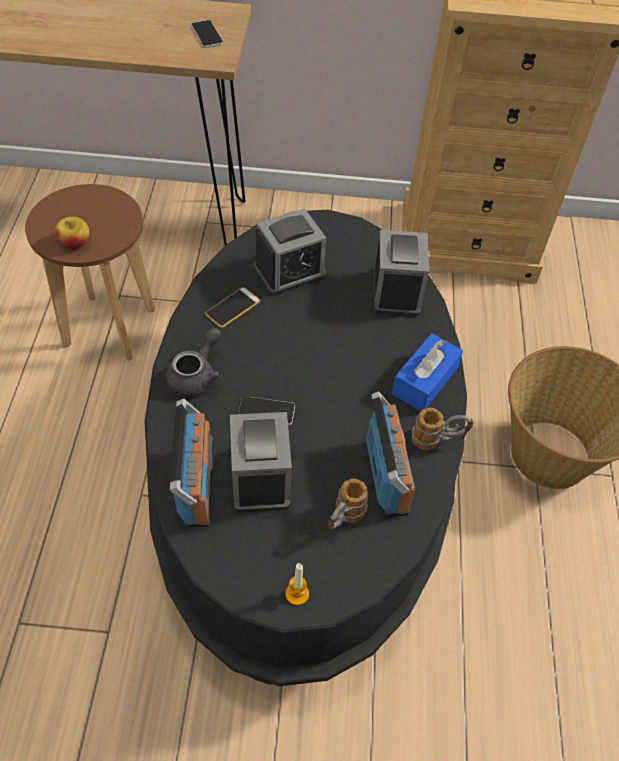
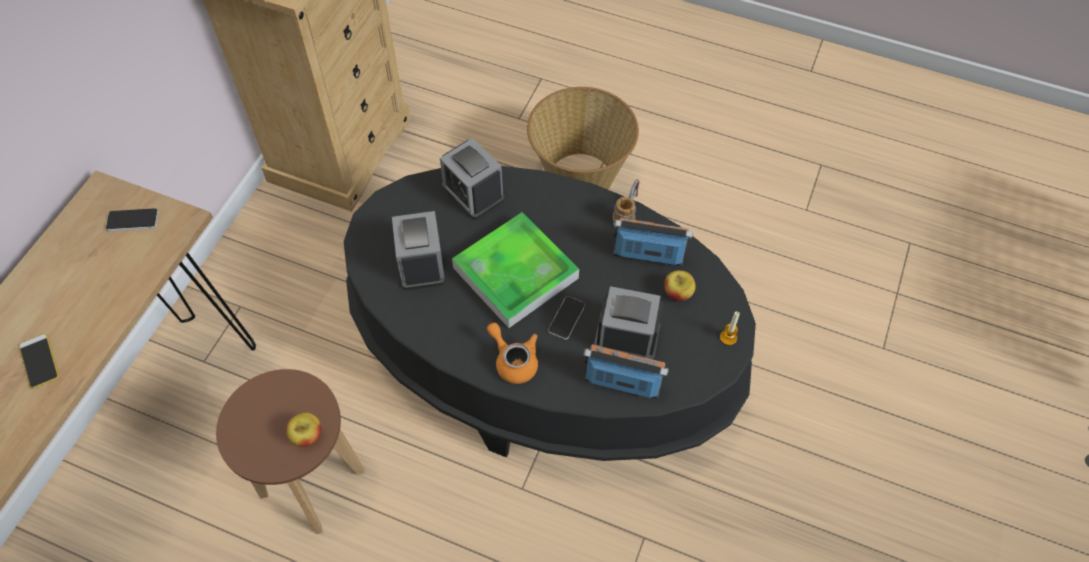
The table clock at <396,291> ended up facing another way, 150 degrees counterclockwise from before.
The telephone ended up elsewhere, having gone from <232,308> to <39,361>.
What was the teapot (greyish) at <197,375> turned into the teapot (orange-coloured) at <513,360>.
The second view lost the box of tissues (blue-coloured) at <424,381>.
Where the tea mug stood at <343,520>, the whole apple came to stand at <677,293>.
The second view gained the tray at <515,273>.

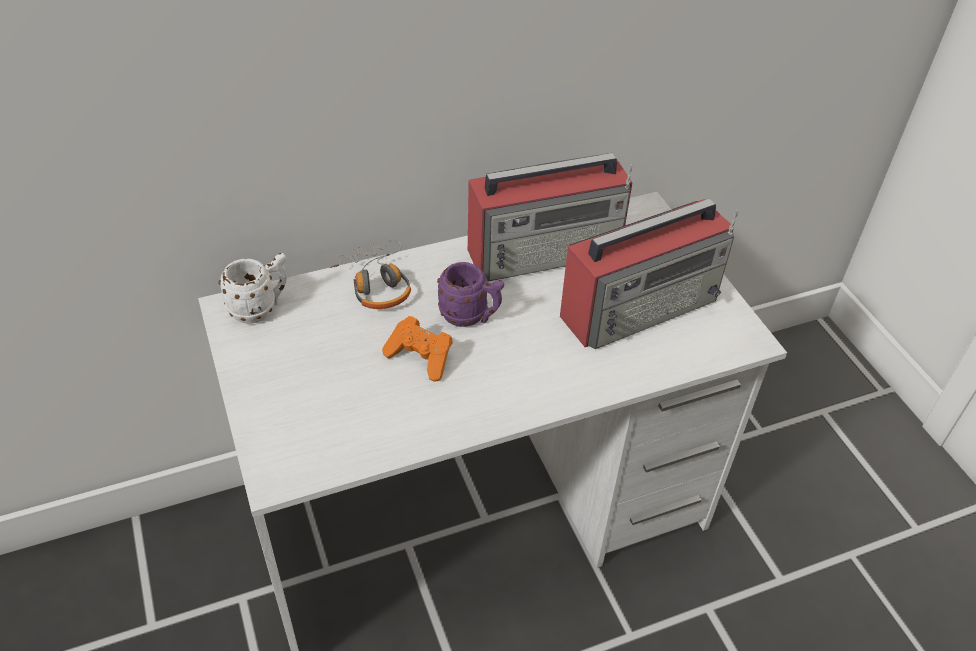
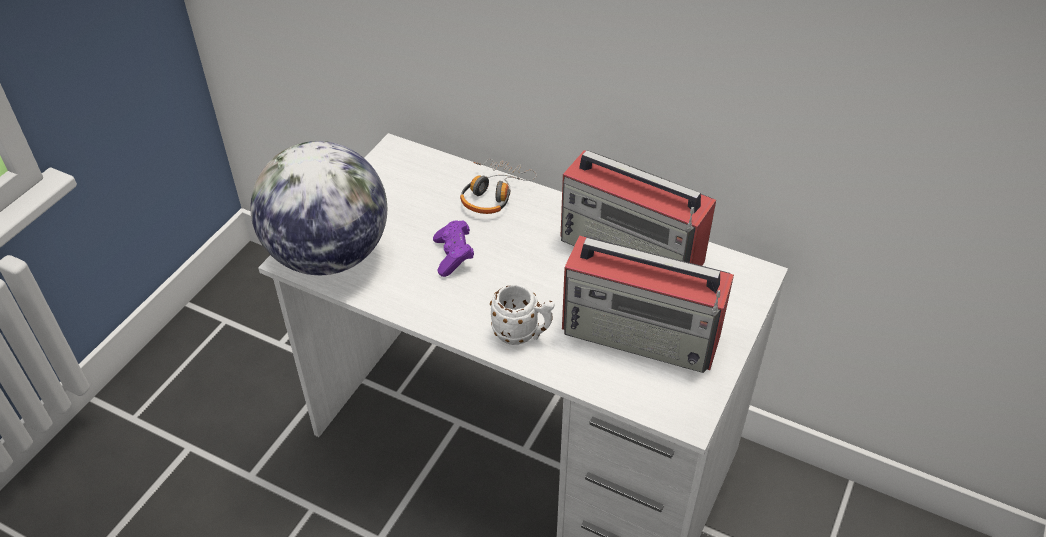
The tea mug (white-coloured) ended up elsewhere, having gone from <261,308> to <522,334>.
The second view lost the tea mug (purple) at <470,317>.
What was the game controller (orange-coloured) at <421,358> turned into the game controller (purple) at <453,256>.
The second view gained the globe at <328,255>.

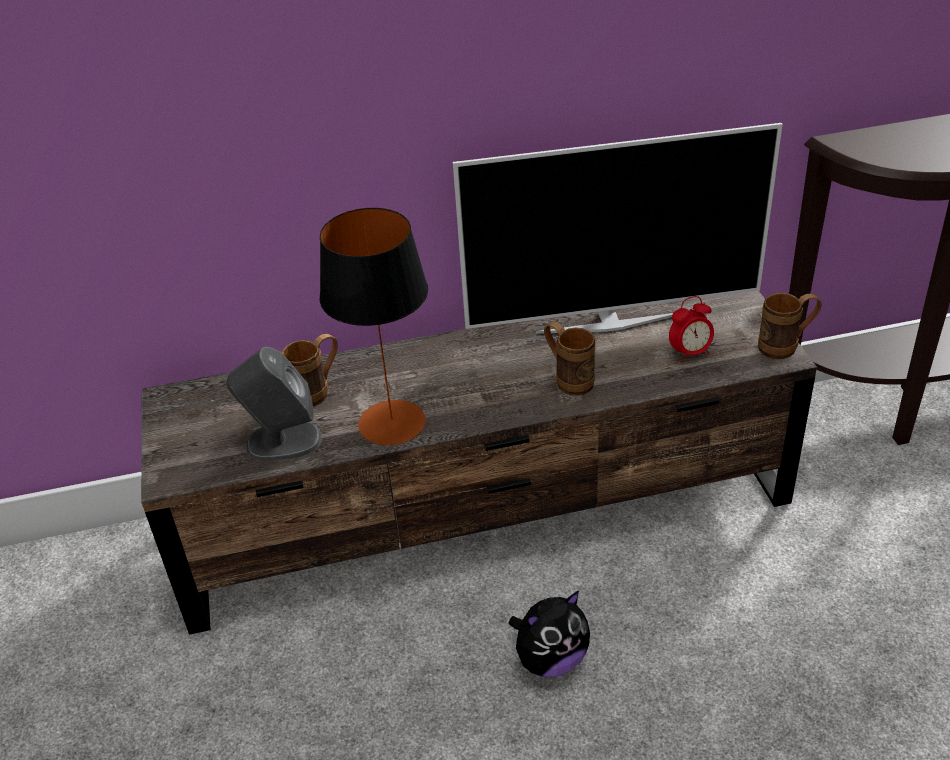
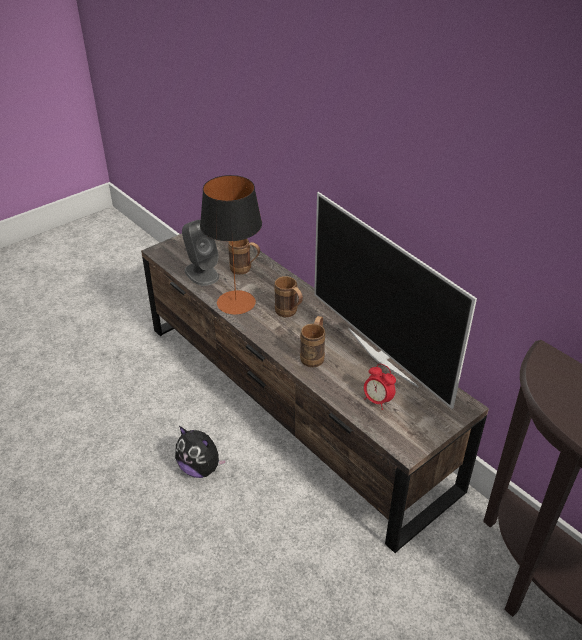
The tea mug (brown) ended up elsewhere, having gone from <786,347> to <289,313>.

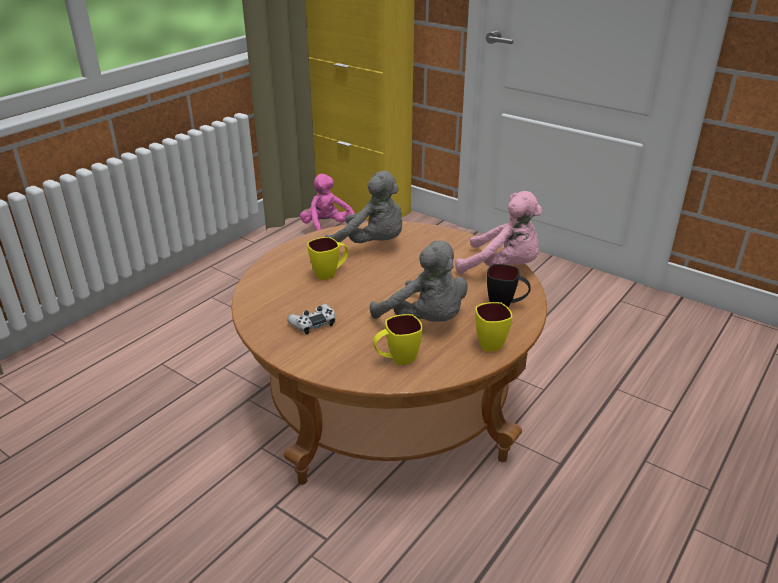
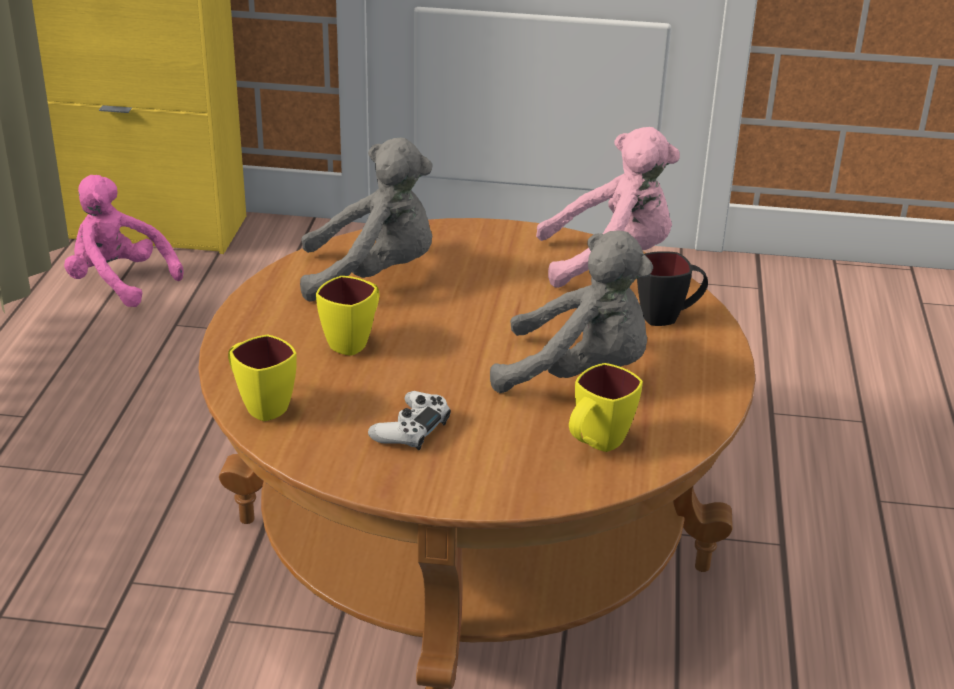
The tea mug (yellow-coloured) ended up elsewhere, having gone from <487,341> to <260,405>.

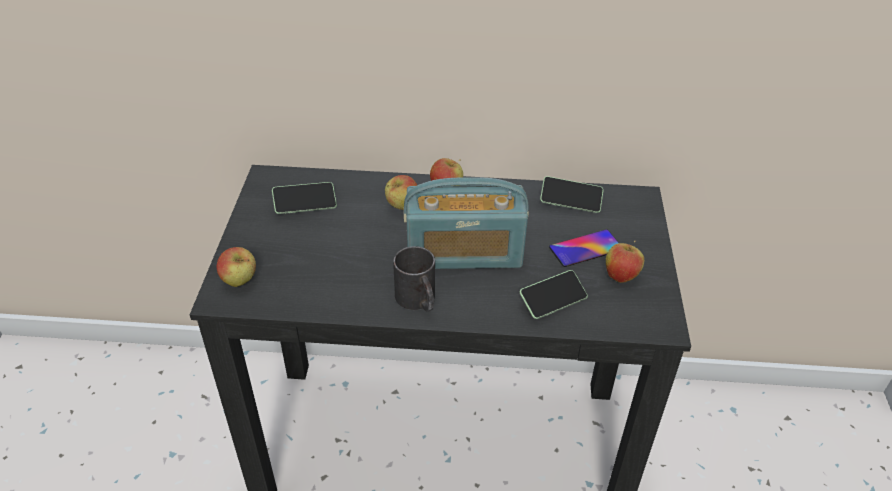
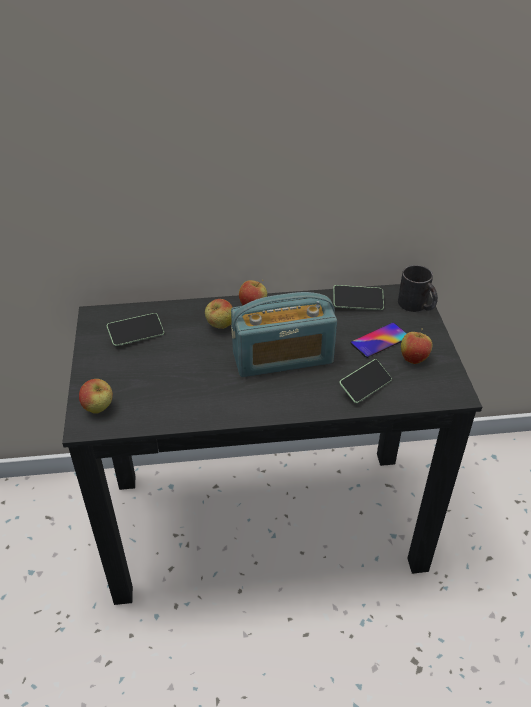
The tea mug (blackish) ended up elsewhere, having gone from <418,301> to <417,305>.

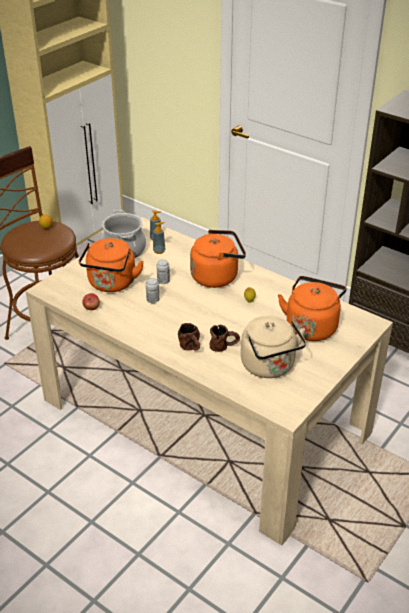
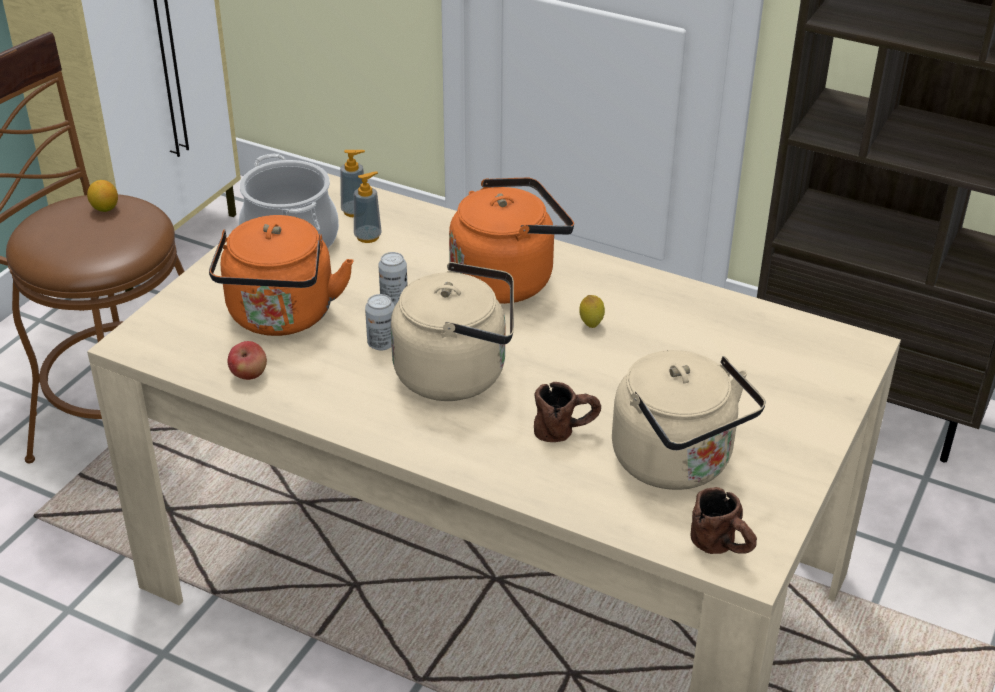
The second view lost the water kettle (orange-coloured) at <311,326>.
The tea mug (brown) ended up elsewhere, having gone from <191,348> to <723,548>.
The second view gained the water kettle (beige-coloured) at <458,373>.

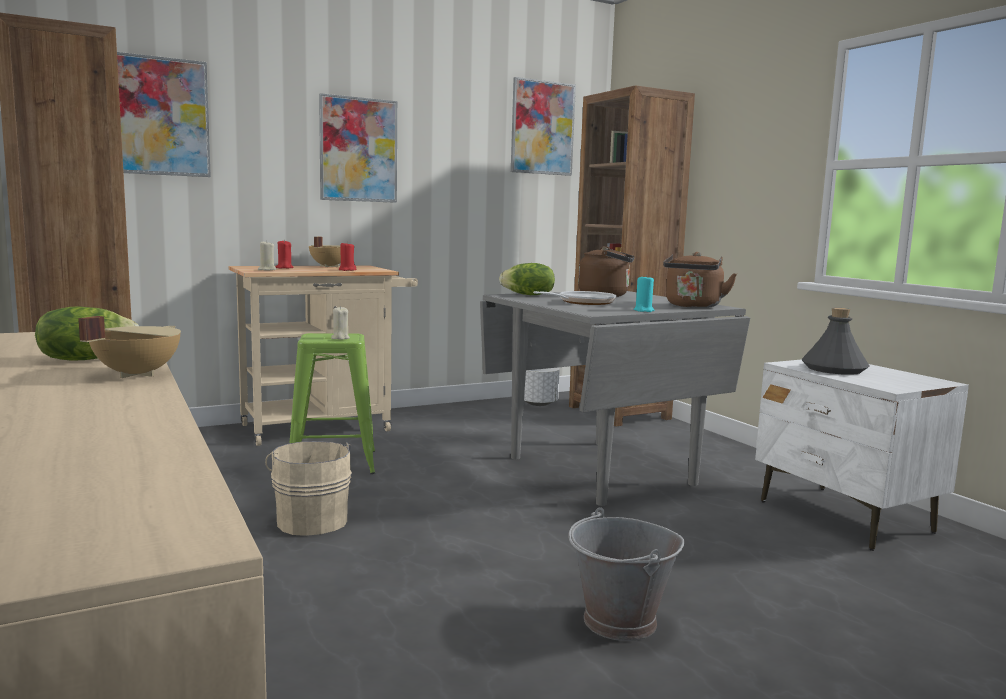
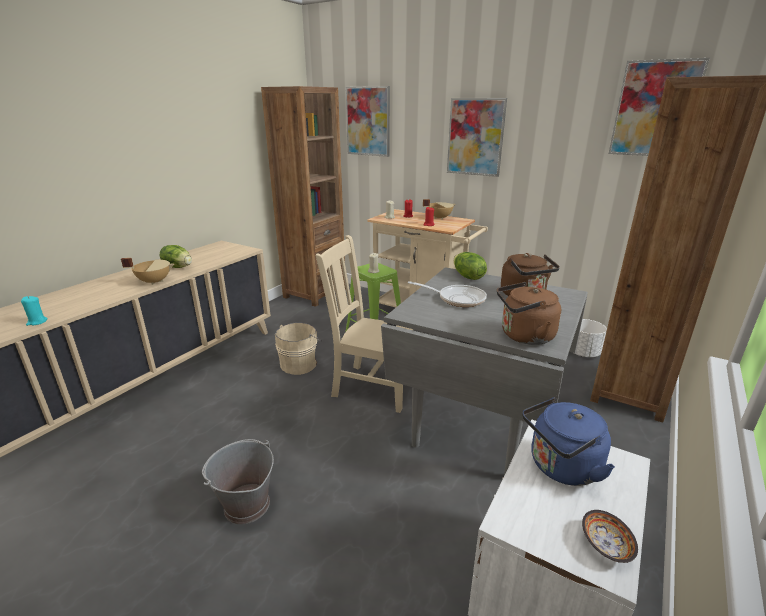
The candle (turquoise-coloured) ended up elsewhere, having gone from <644,310> to <37,322>.
Where the beverage bottle (greyish) stood at <834,369>, the water kettle (blue-coloured) came to stand at <561,468>.
The second view gained the chair (beige-coloured) at <372,386>.
The second view gained the serving bowl at <605,546>.

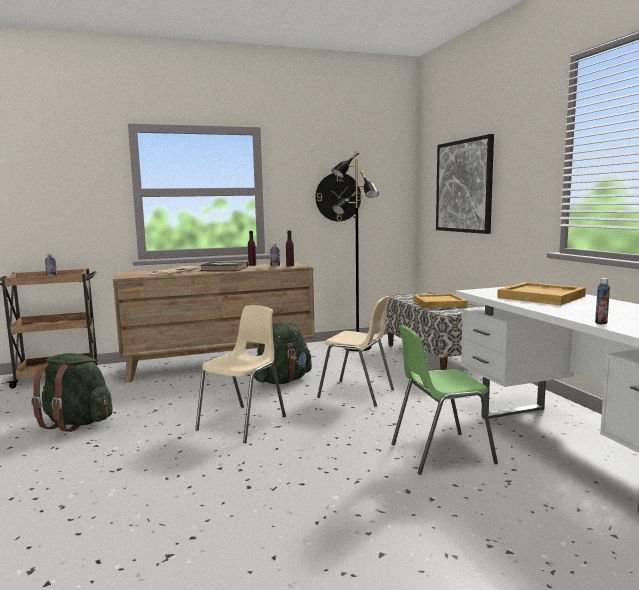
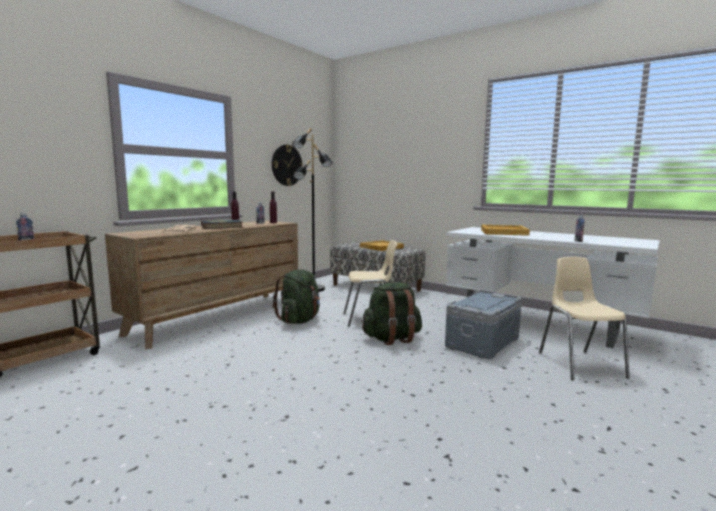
The second view lost the wall art at <464,186>.
The chair (beige-coloured) ended up elsewhere, having gone from <243,423> to <580,364>.
Where the chair (green-coloured) stood at <440,453>, the storage bin (greyish) came to stand at <481,342>.
The backpack (green-coloured) ended up elsewhere, having gone from <76,423> to <392,339>.

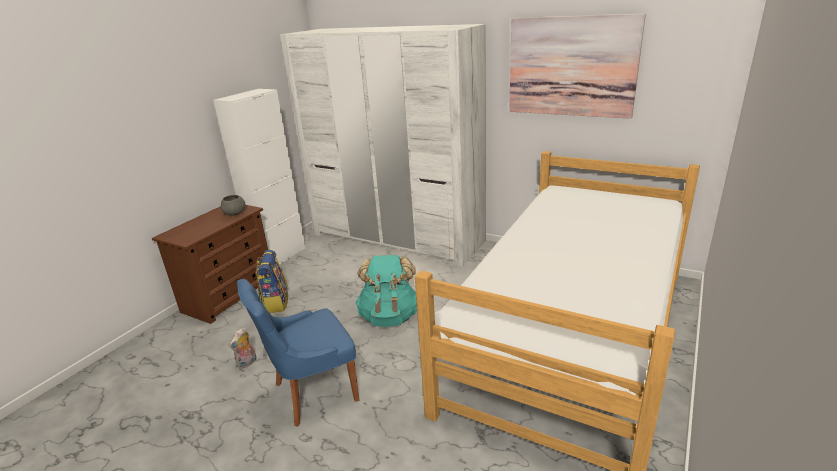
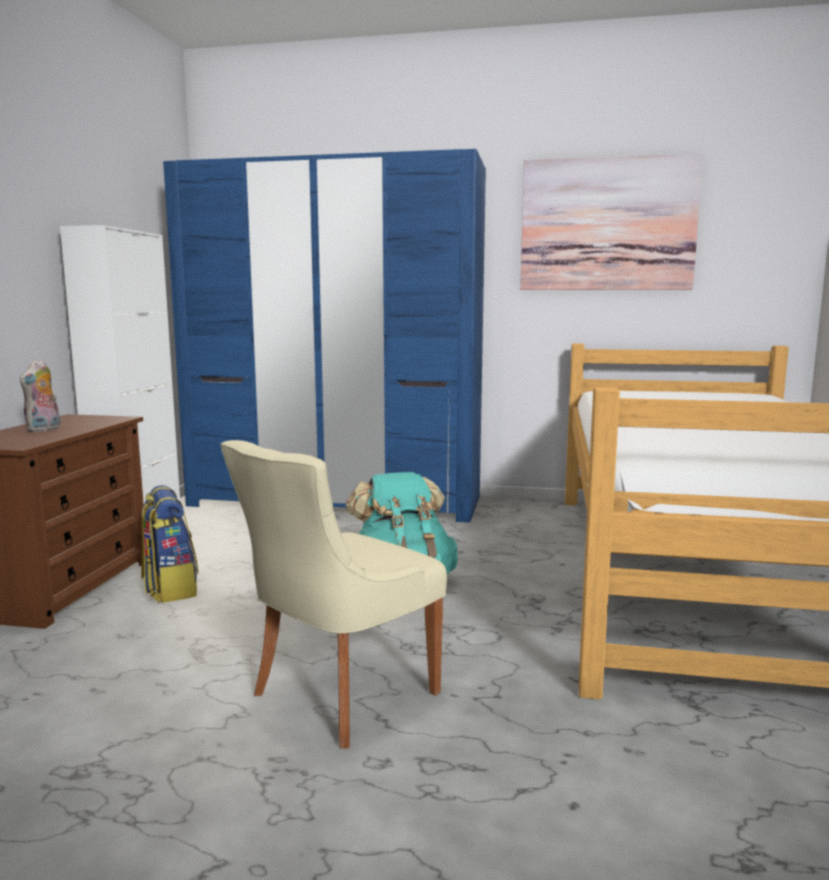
What was the wardrobe (white-coloured) at <397,237> turned into the wardrobe (blue-coloured) at <336,501>.
The second view lost the serving bowl (greyish) at <234,214>.
What was the chair (blue-coloured) at <312,392> turned into the chair (beige-coloured) at <339,695>.
The cuddly toy ended up elsewhere, having gone from <247,363> to <44,429>.

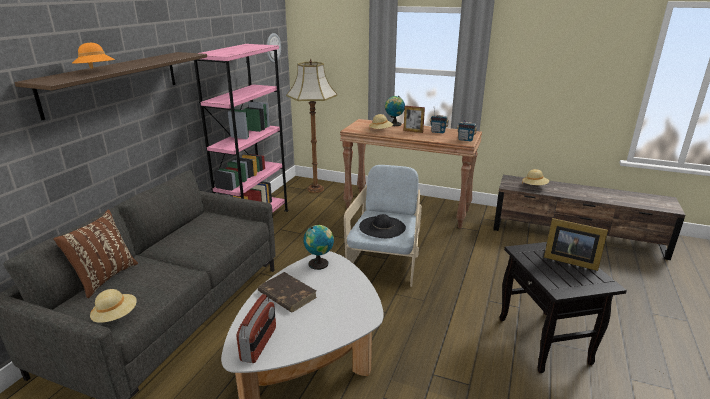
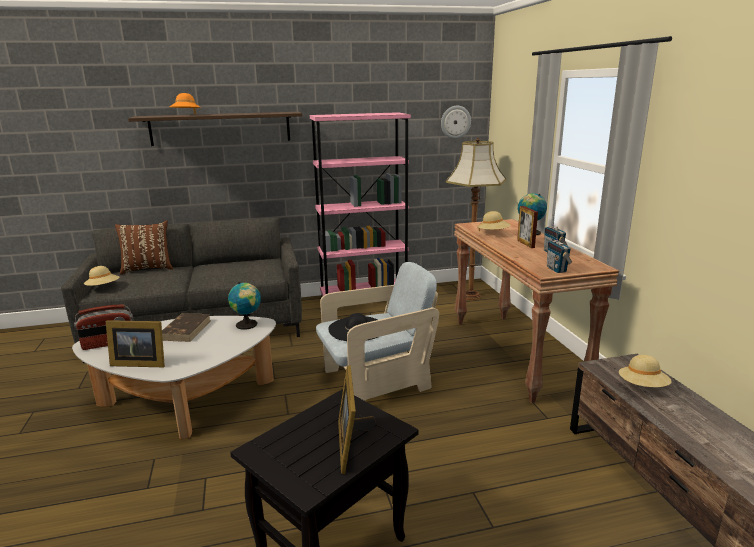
The second view gained the standing frame at <139,362>.

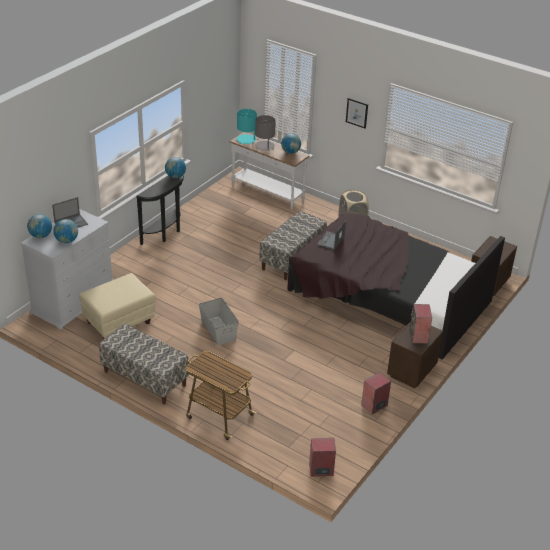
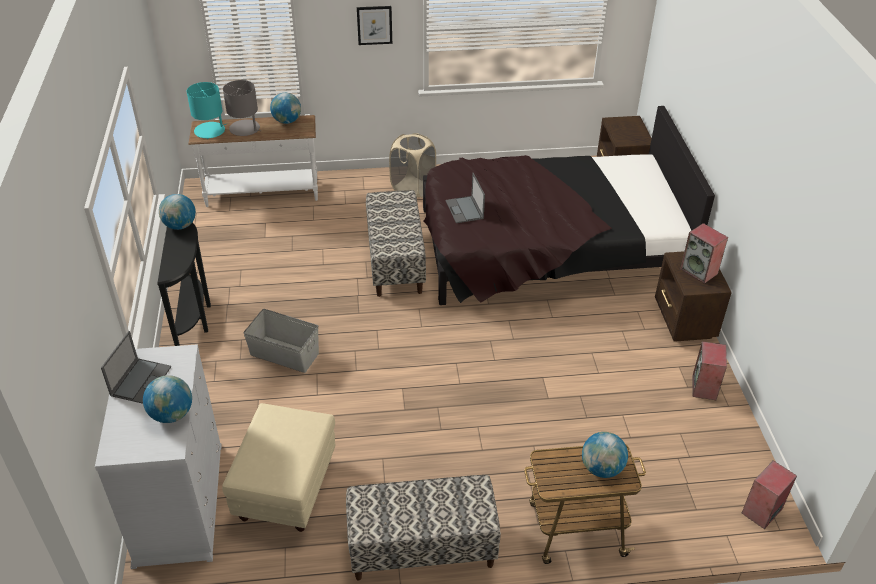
The globe ended up elsewhere, having gone from <40,236> to <601,468>.
The storage bin (greyish) ended up elsewhere, having gone from <218,330> to <284,354>.

